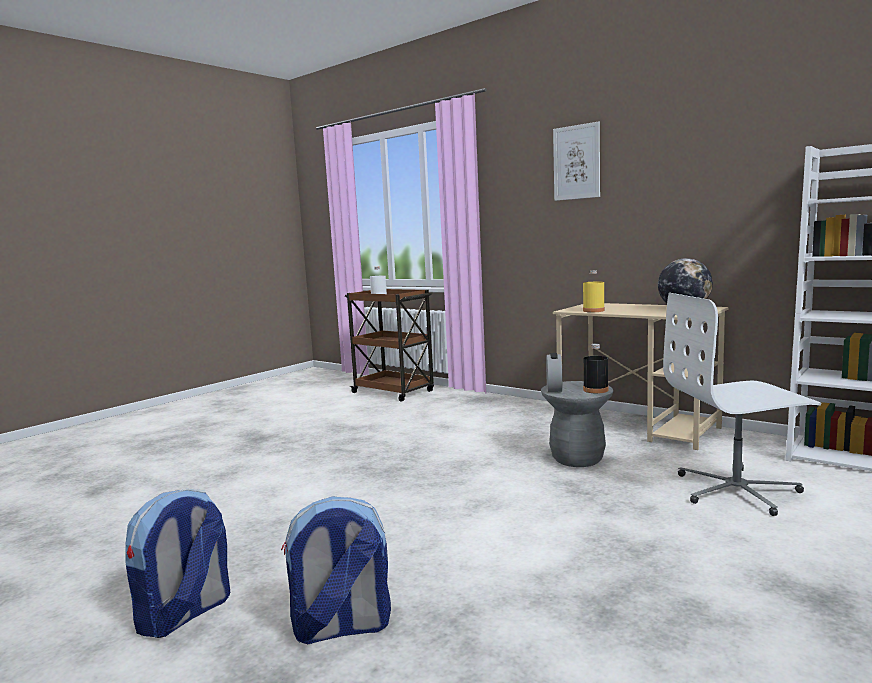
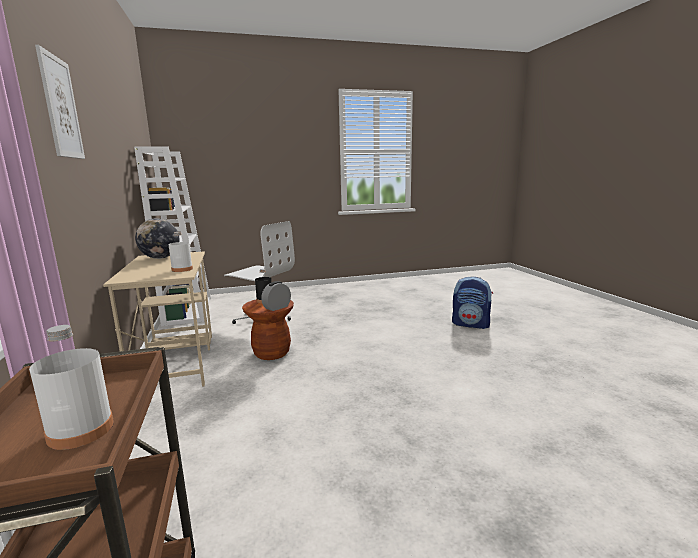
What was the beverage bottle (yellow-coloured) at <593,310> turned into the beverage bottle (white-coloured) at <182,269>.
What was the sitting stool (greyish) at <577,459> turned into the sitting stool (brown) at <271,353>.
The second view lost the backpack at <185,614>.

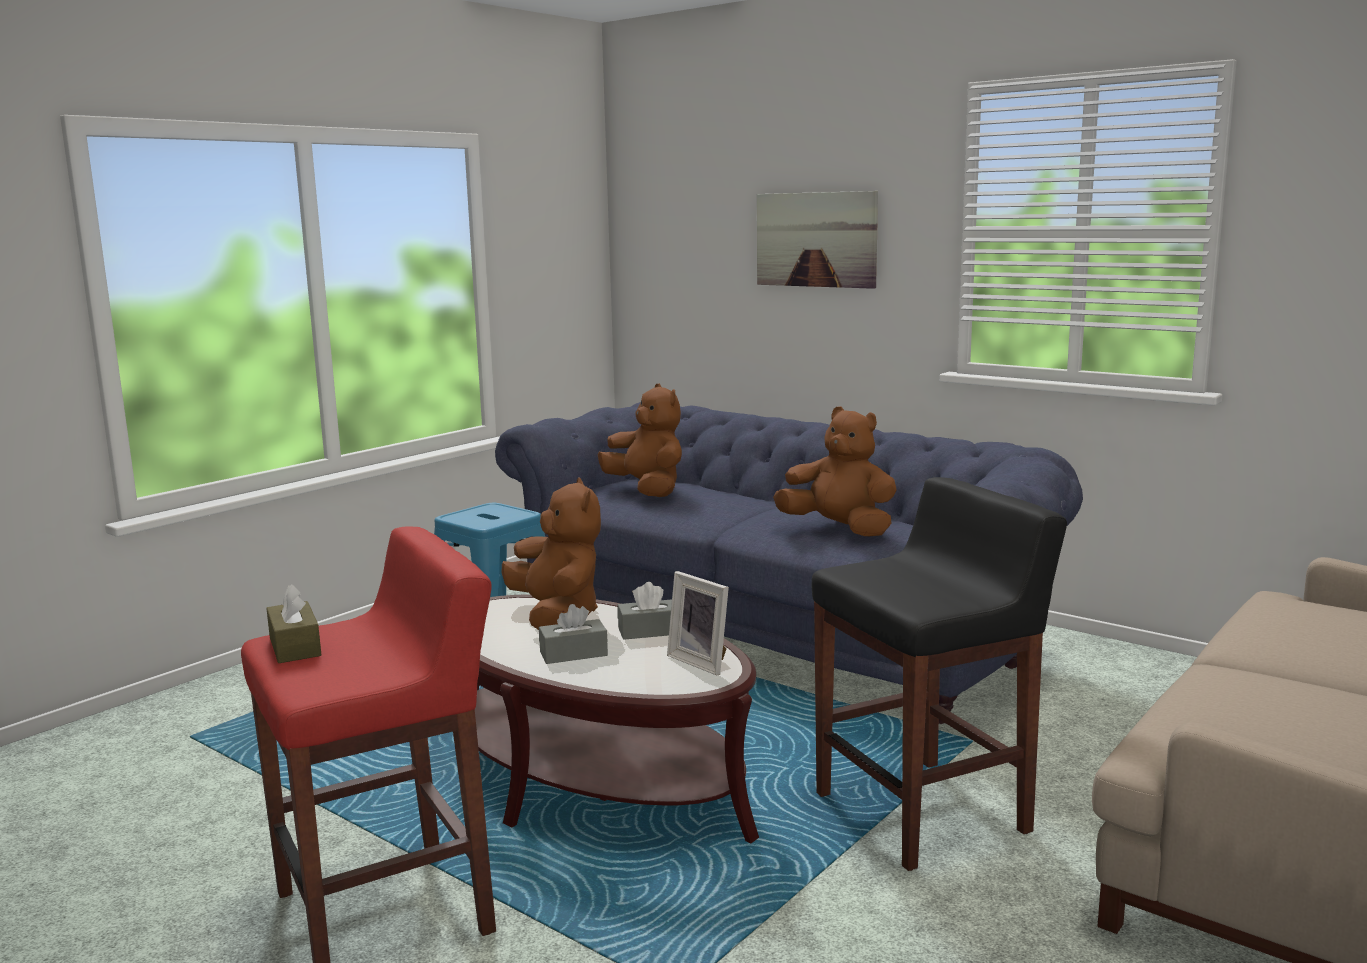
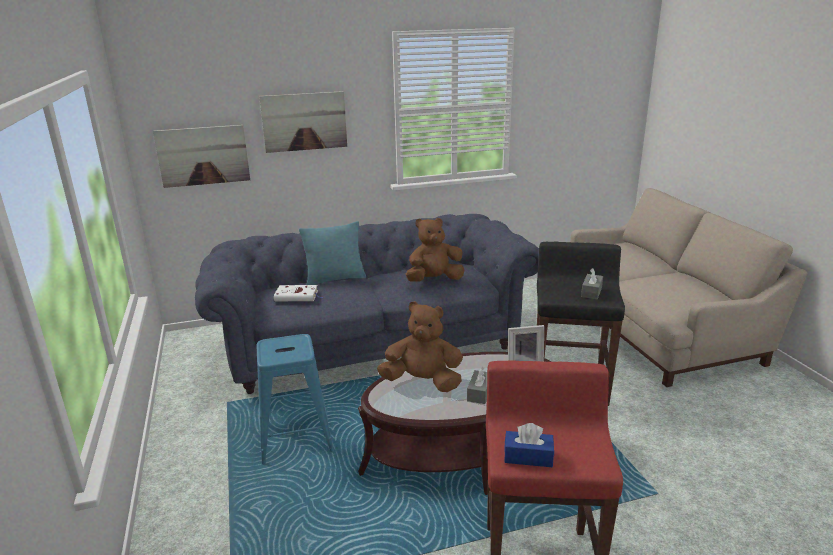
Where the cuddly toy (brown) stood at <647,490>, the bound book (white-coloured) came to stand at <298,296>.
The box of tissues (greyish) ended up elsewhere, having gone from <650,631> to <591,292>.
What was the box of tissues (brown) at <295,646> turned into the box of tissues (blue-coloured) at <528,457>.
The second view gained the wall art at <203,155>.
The second view gained the cushion (turquoise-coloured) at <335,279>.

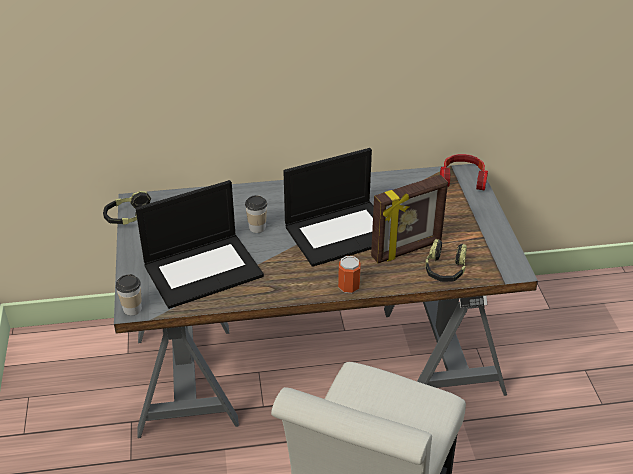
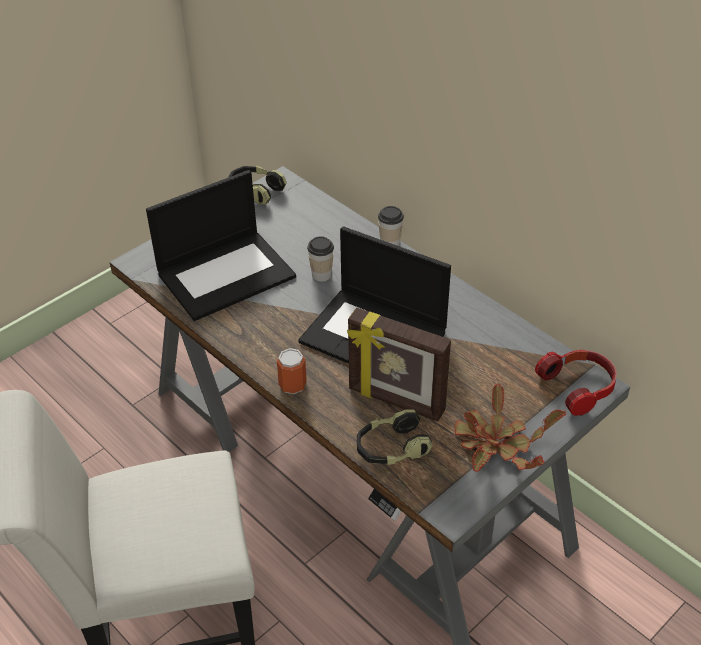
The portable computer at <204,269> ended up facing another way, 60 degrees counterclockwise from before.
The small cup ended up elsewhere, having gone from <132,309> to <390,244>.
The second view gained the houseplant at <496,444>.

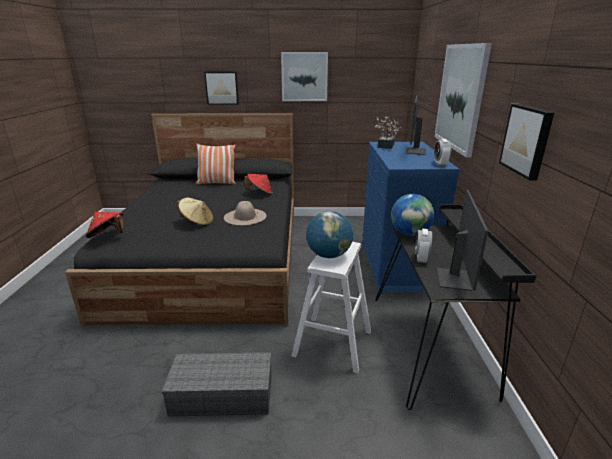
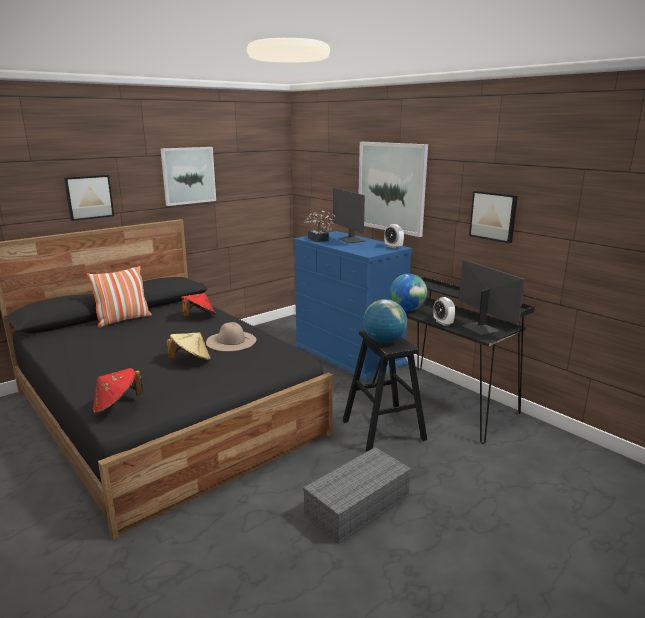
What was the sitting stool (white-coloured) at <332,343> turned into the sitting stool (blackish) at <383,430>.

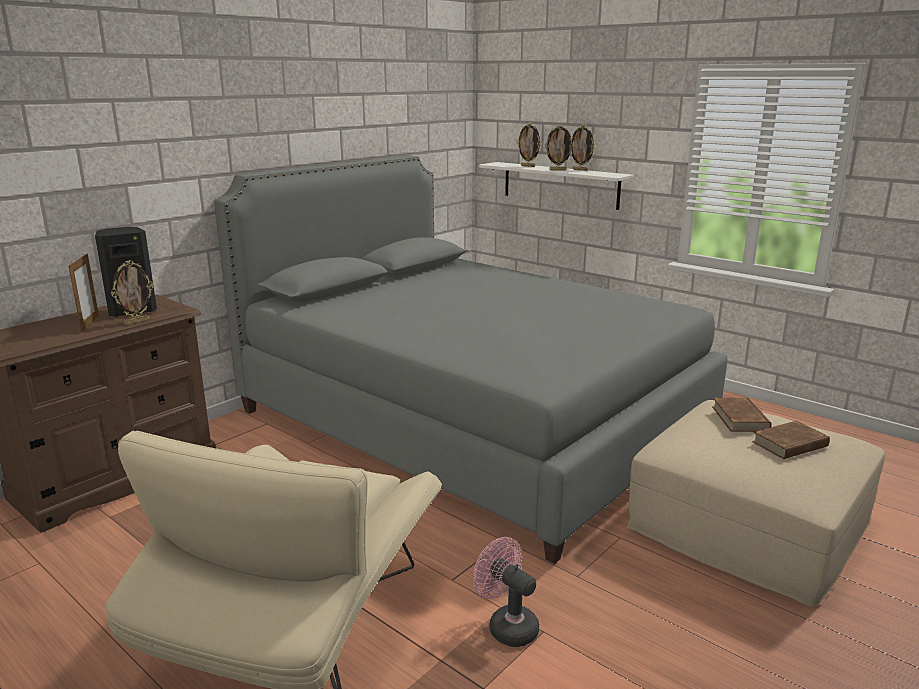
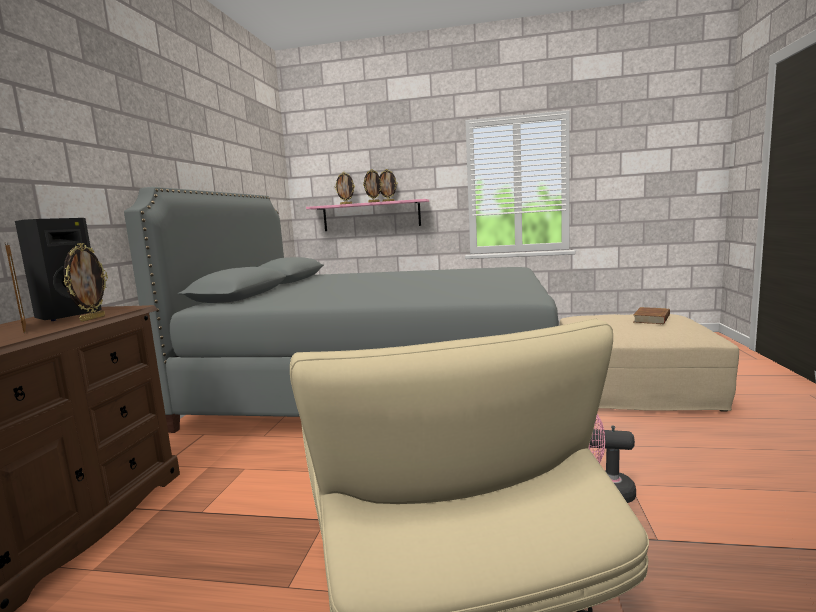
What was the bracket shelf (white-coloured) at <560,185> turned into the bracket shelf (pink-coloured) at <371,216>.
The second view lost the bound book (brown) at <740,418>.

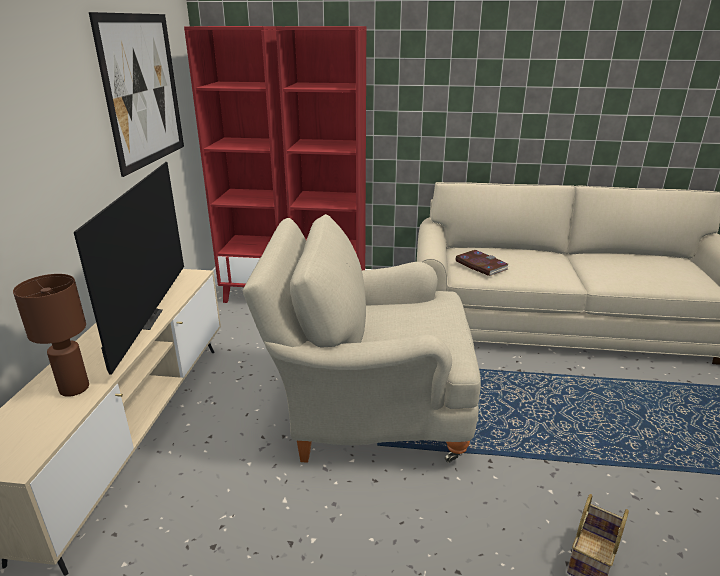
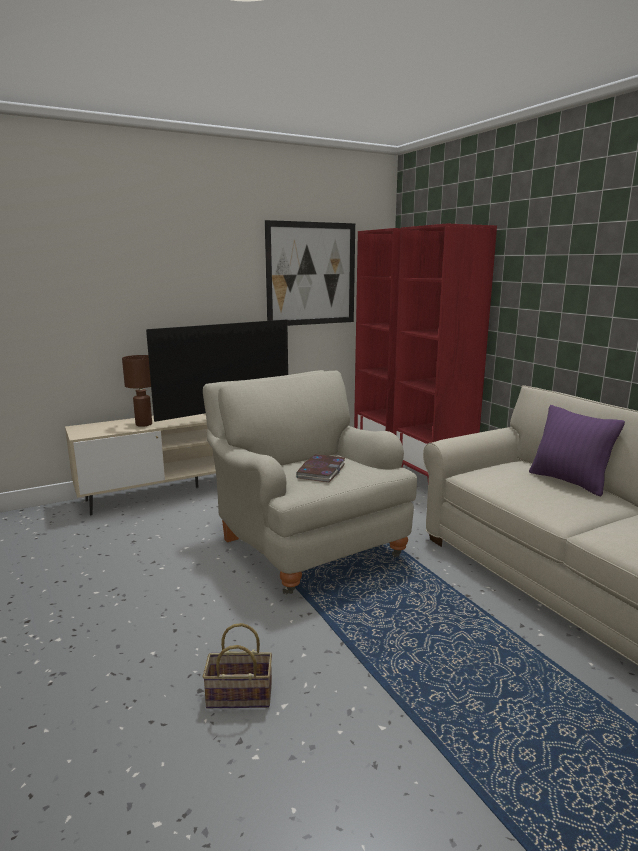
The bound book ended up elsewhere, having gone from <481,265> to <321,471>.
The second view gained the cushion (purple) at <569,481>.

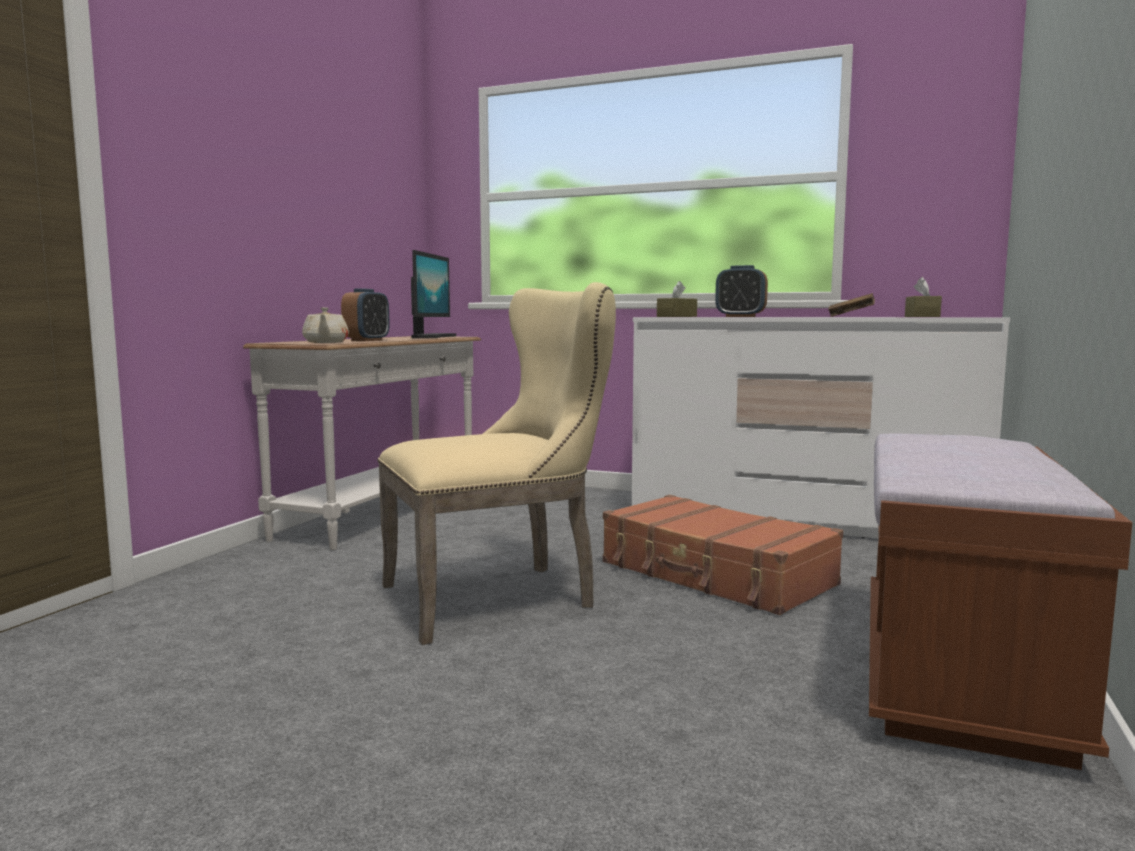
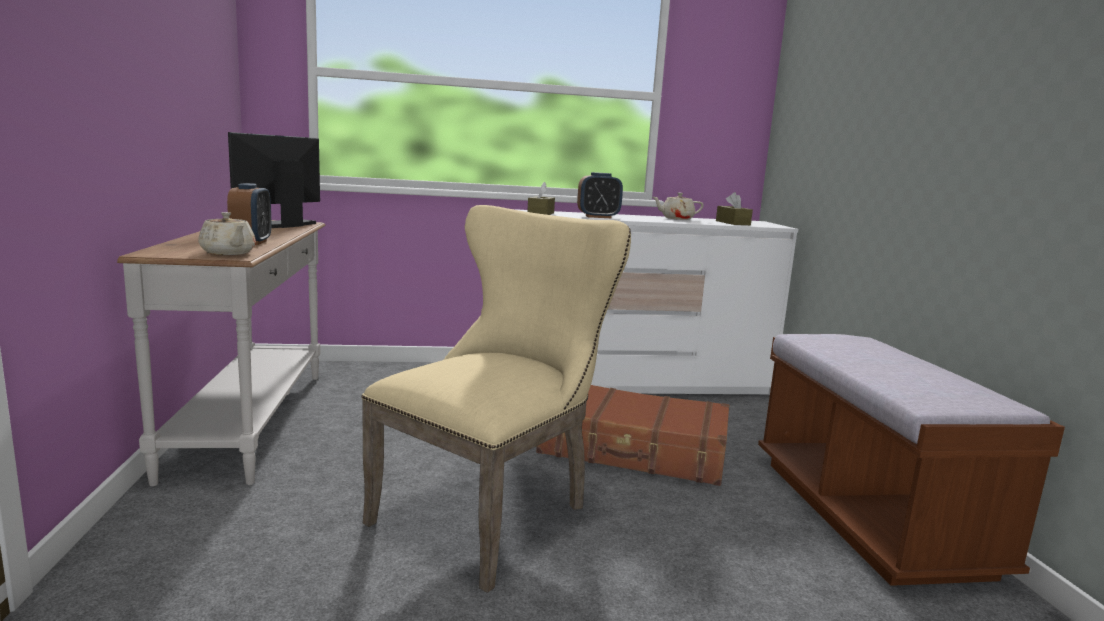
The computer screen at <431,337> ended up facing another way, 135 degrees counterclockwise from before.
Where the bound book (brown) stood at <851,316>, the teapot (beige-coloured) came to stand at <676,218>.

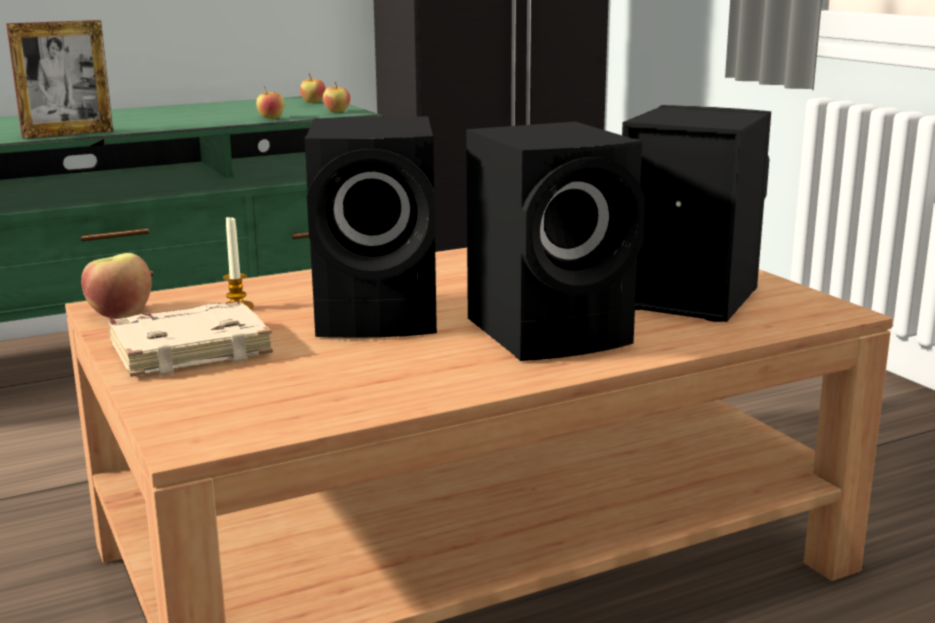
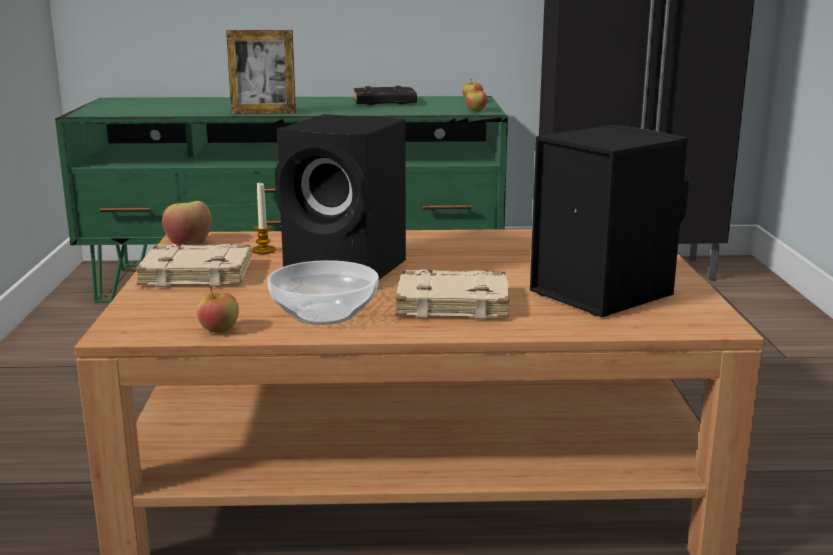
The whole apple ended up elsewhere, having gone from <271,118> to <219,330>.
Where the loudspeaker (blackish) stood at <554,332>, the bound book (beige-coloured) came to stand at <454,303>.
The second view gained the bound book (blackish) at <383,102>.
The second view gained the serving bowl at <323,314>.

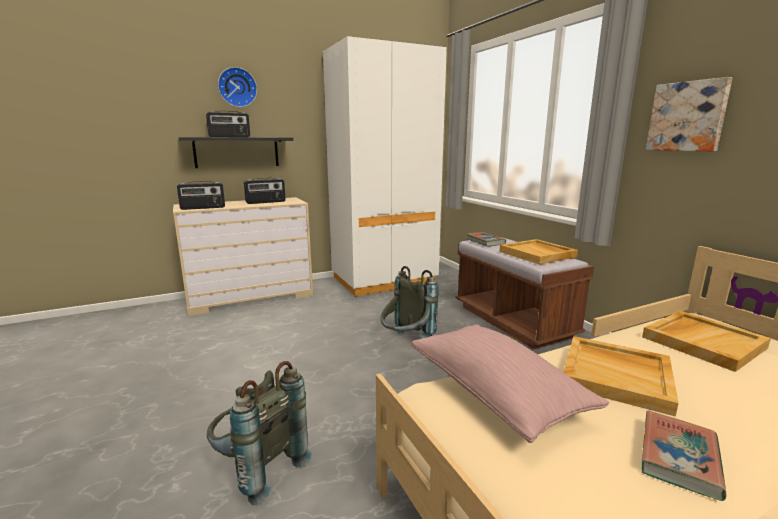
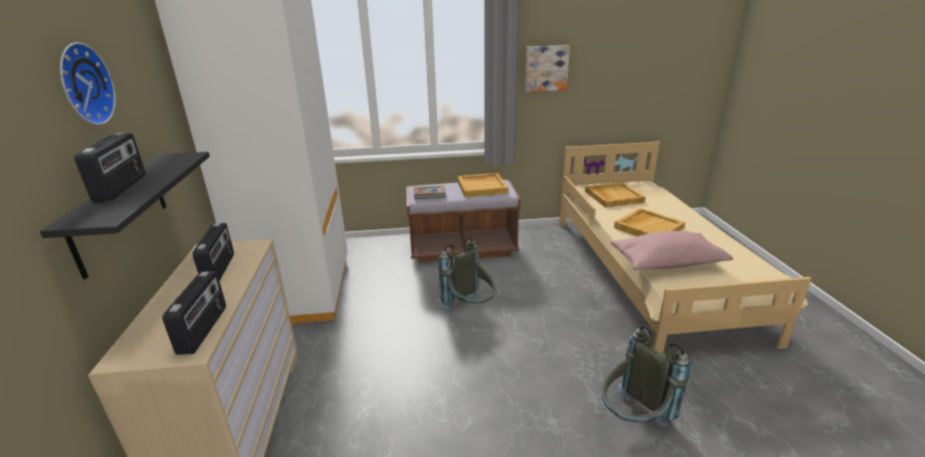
The second view lost the bound book at <679,458>.

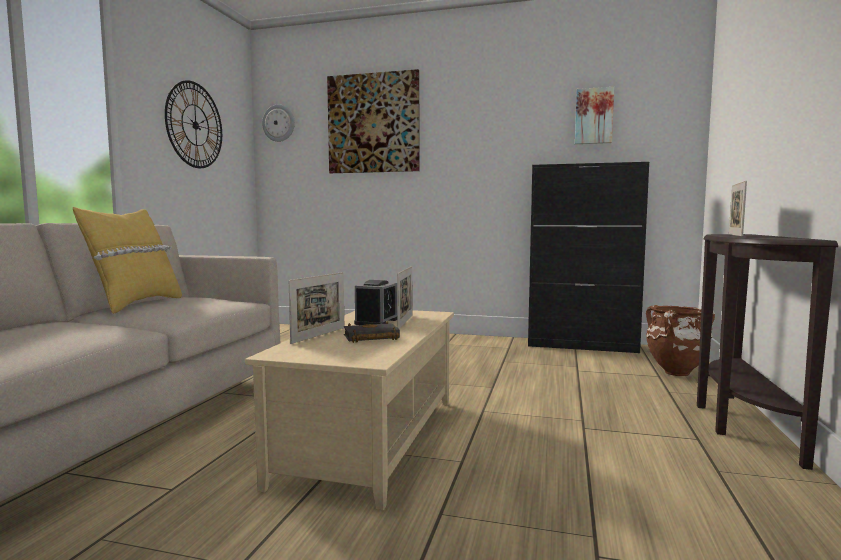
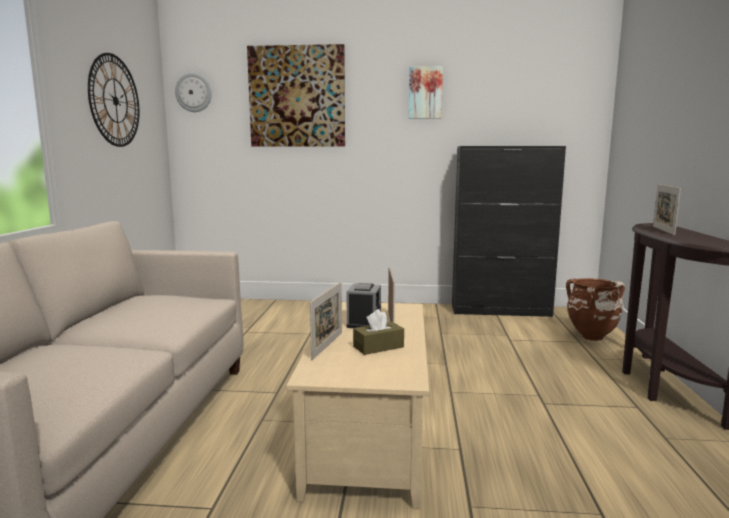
The wall art ended up elsewhere, having gone from <593,116> to <425,93>.
The second view lost the cushion (yellow-coloured) at <135,304>.
Where the bound book (blackish) stood at <370,338>, the box of tissues (brown) came to stand at <378,347>.

